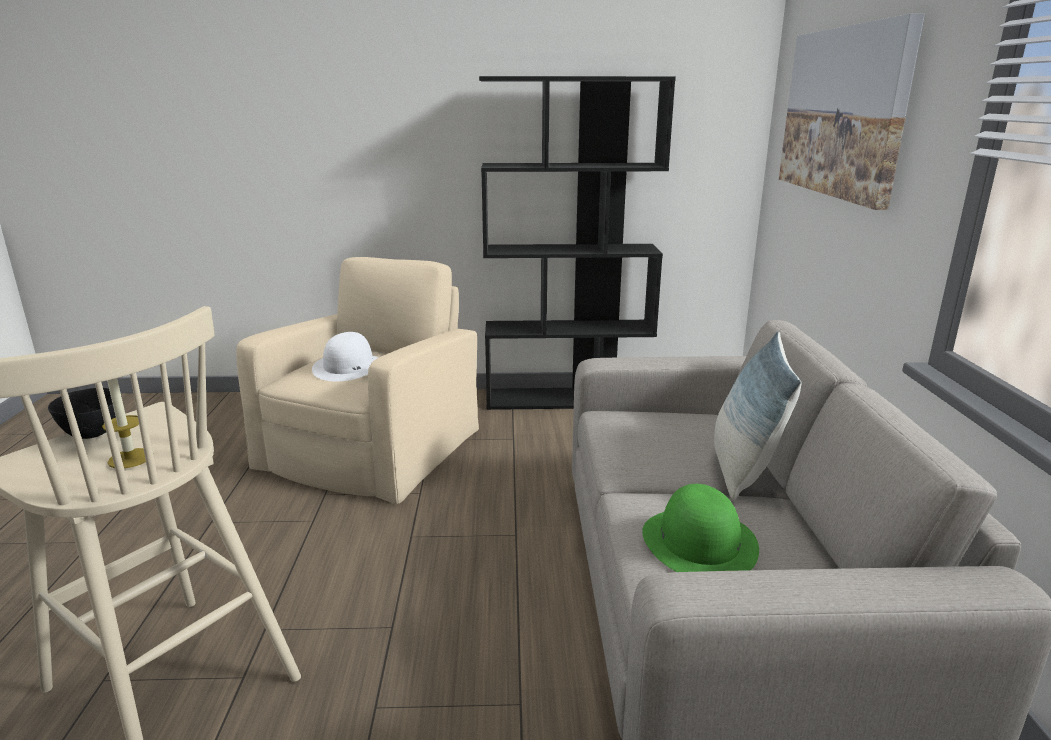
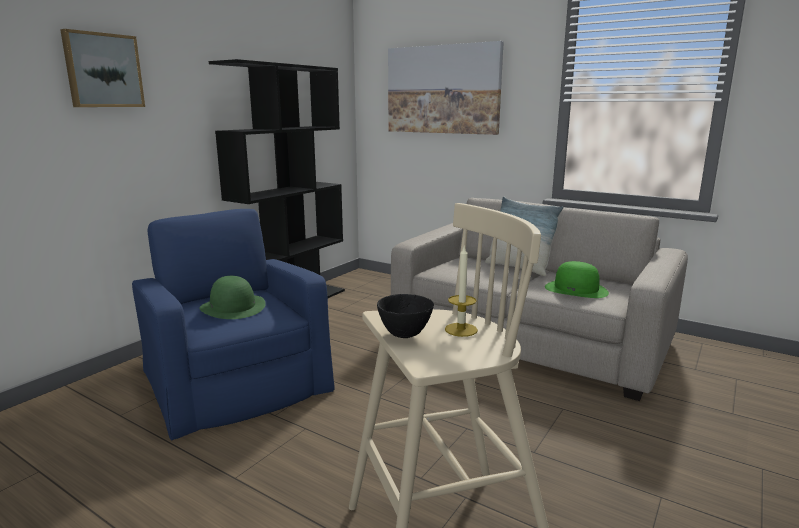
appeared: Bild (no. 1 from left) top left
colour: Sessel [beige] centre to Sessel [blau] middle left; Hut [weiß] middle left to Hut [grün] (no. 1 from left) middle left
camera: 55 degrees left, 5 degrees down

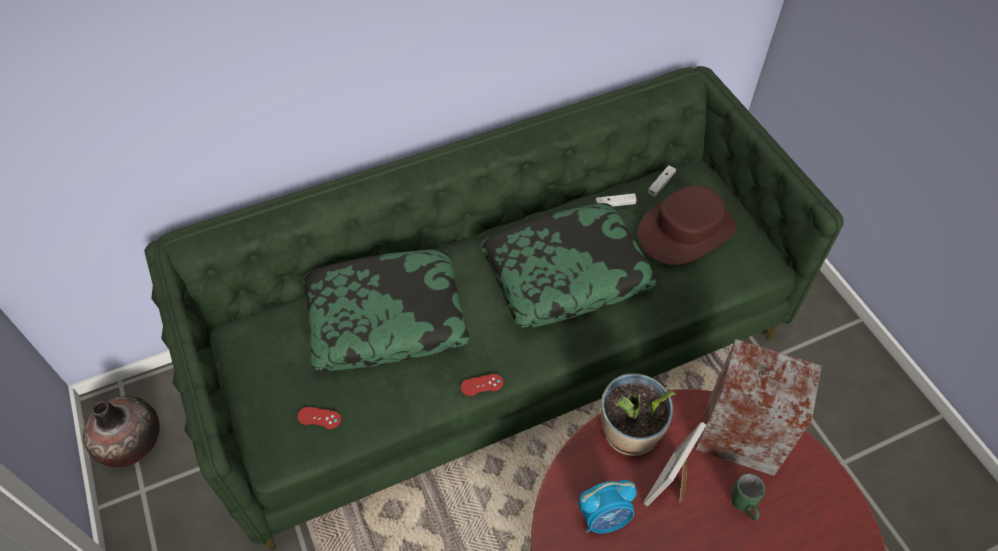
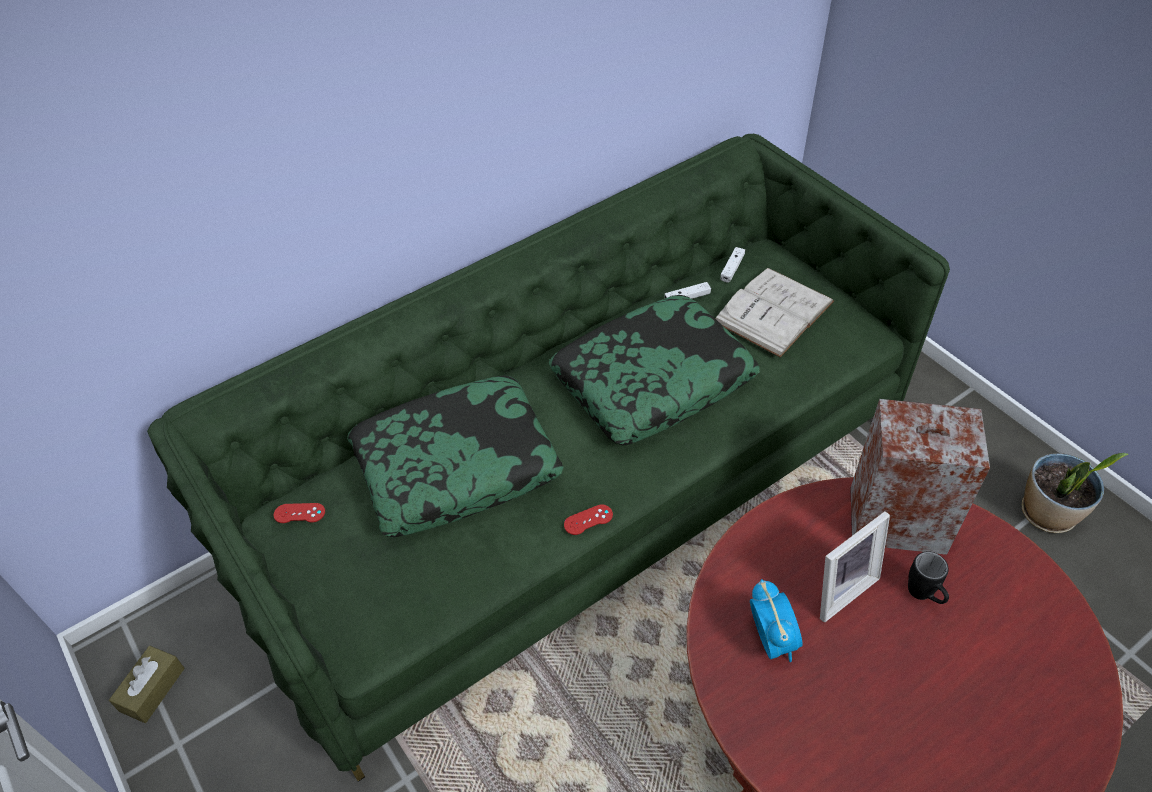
relocated: Gamepad [rot] (no. 1 from left) bottom left to middle left; Topfpflanze bottom centre to middle right
exchanged: Vase bottom left to Taschentuchbox [braun] bottom left; Hut [braun] middle right to Buch [weiß] middle right
colour: Henkelbecher [grün] bottom right to Henkelbecher [schwarz] bottom right
spun: Wecker bottom centre = bottom right 75 degrees counterclockwise; Bilderrahmen bottom right = bottom right 150 degrees counterclockwise
camera: 10 degrees left, 5 degrees down

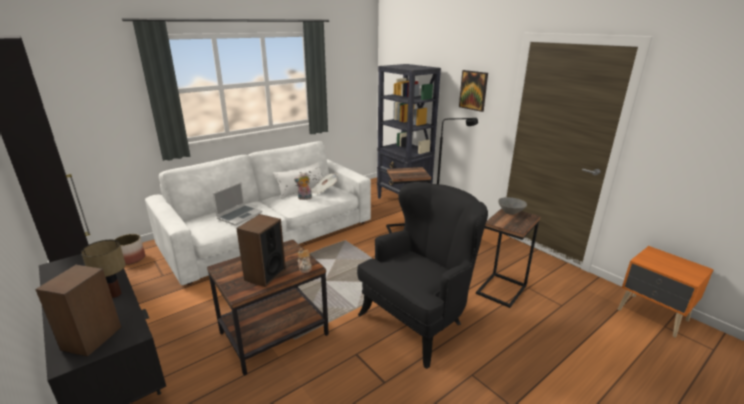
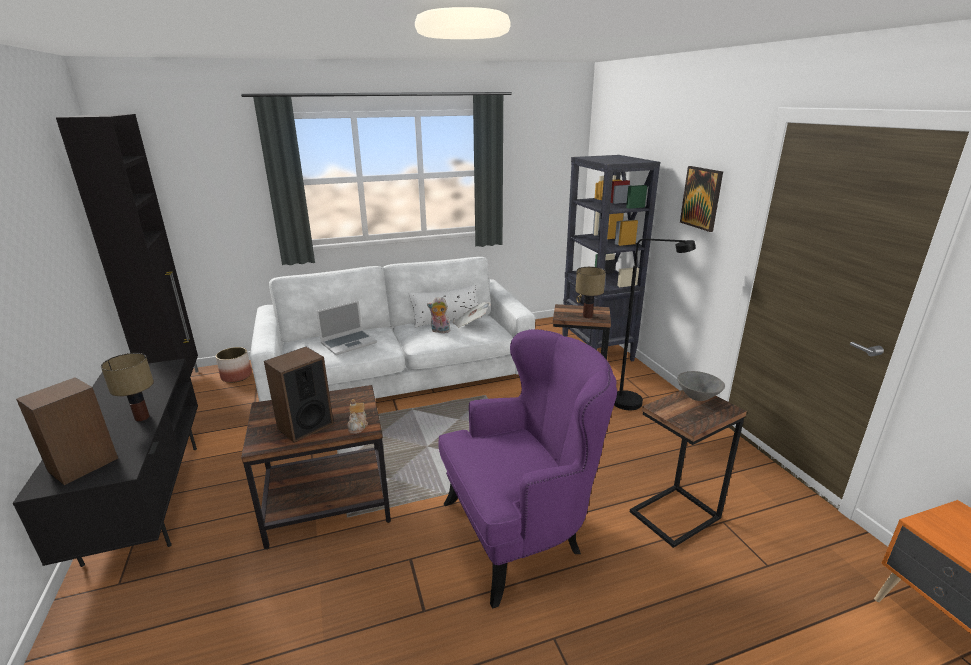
appeared: Tischlampe (no. 2 from left) centre
colour: Sessel [schwarz] bottom centre to Sessel [lila] bottom centre
camera: 20 degrees right, 0 degrees up

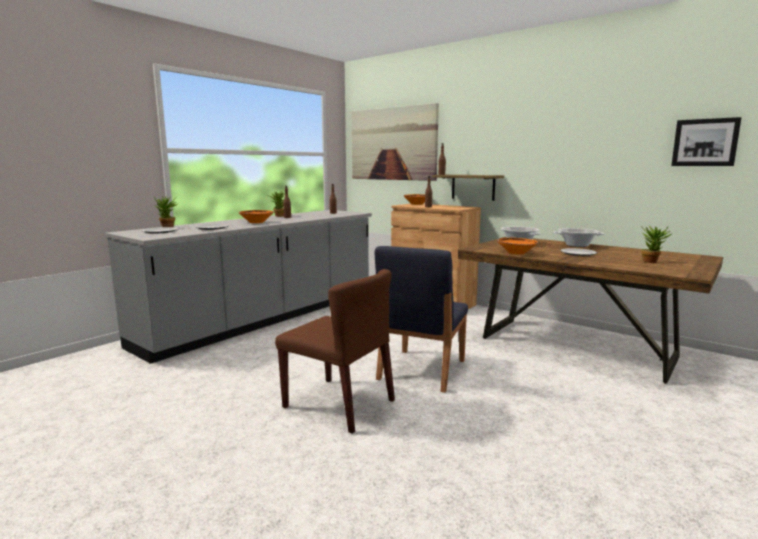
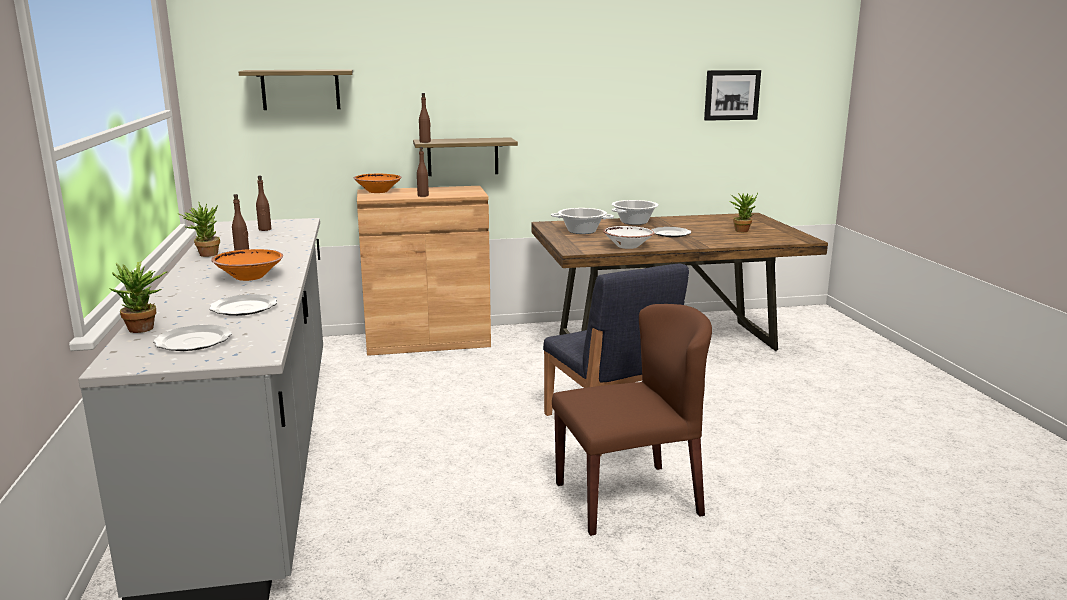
exchanged: Bild (no. 1 from left) top centre to Wandregal (no. 1 from left) top left
colour: Schüssel [orange] (no. 3 from left) middle right to Schüssel [weiß] centre
camera: 50 degrees left, 5 degrees up

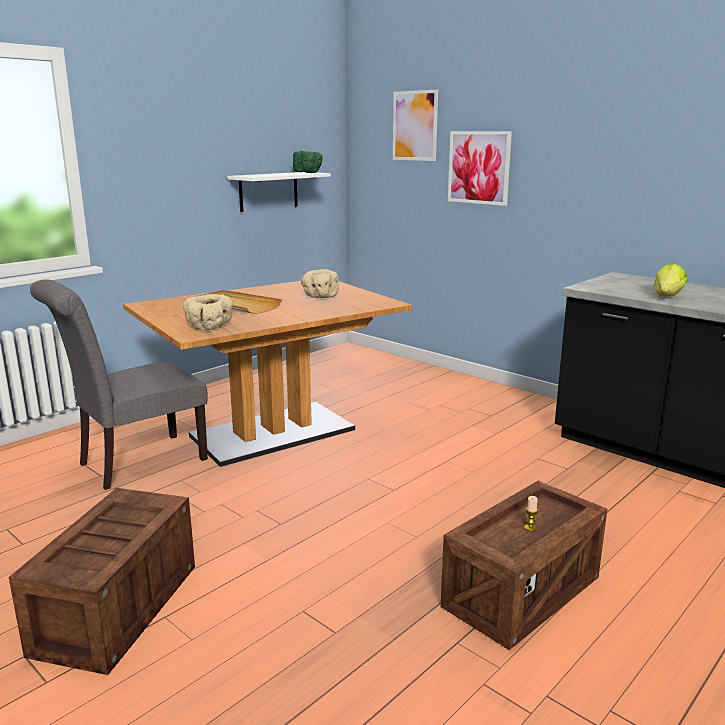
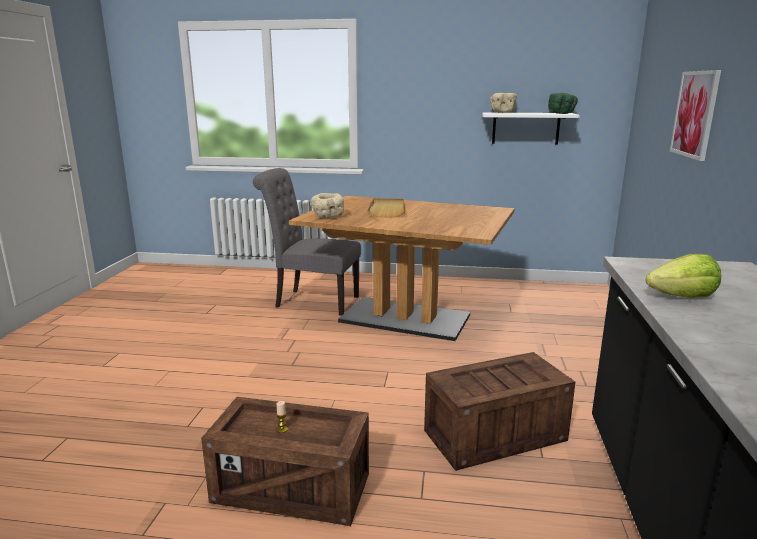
missing: Bild (no. 1 from left) top centre
relocated: Kiste (no. 1 from left in the first image) bottom left to Kiste (no. 2 from left) bottom centre; Schüssel [beige] (no. 2 from left) centre to top centre
camera: 55 degrees right, 0 degrees up

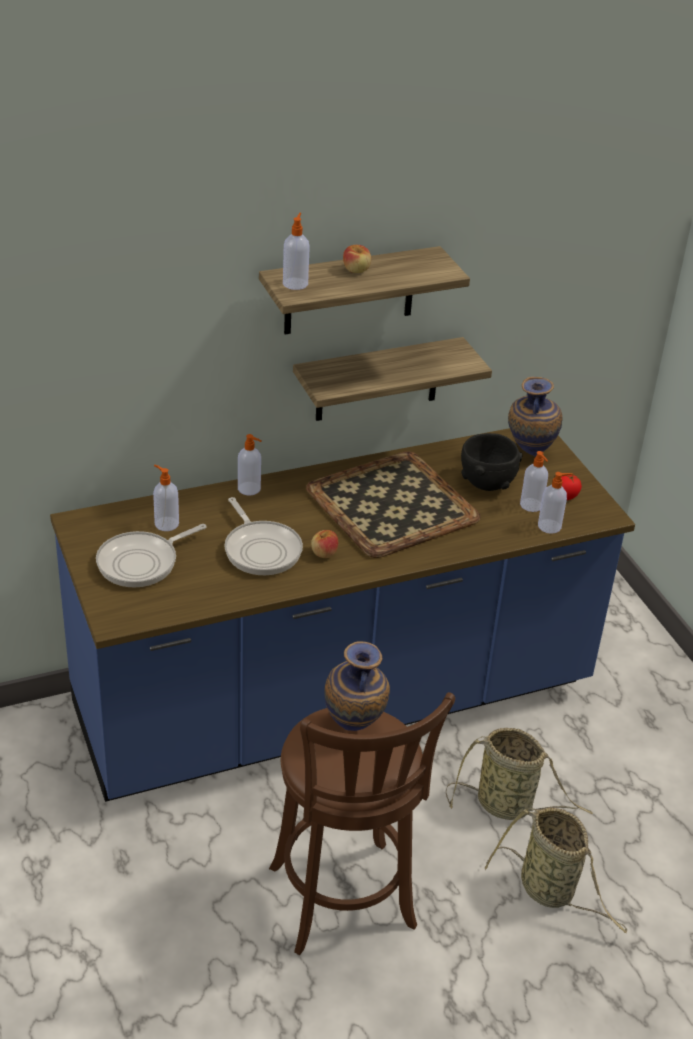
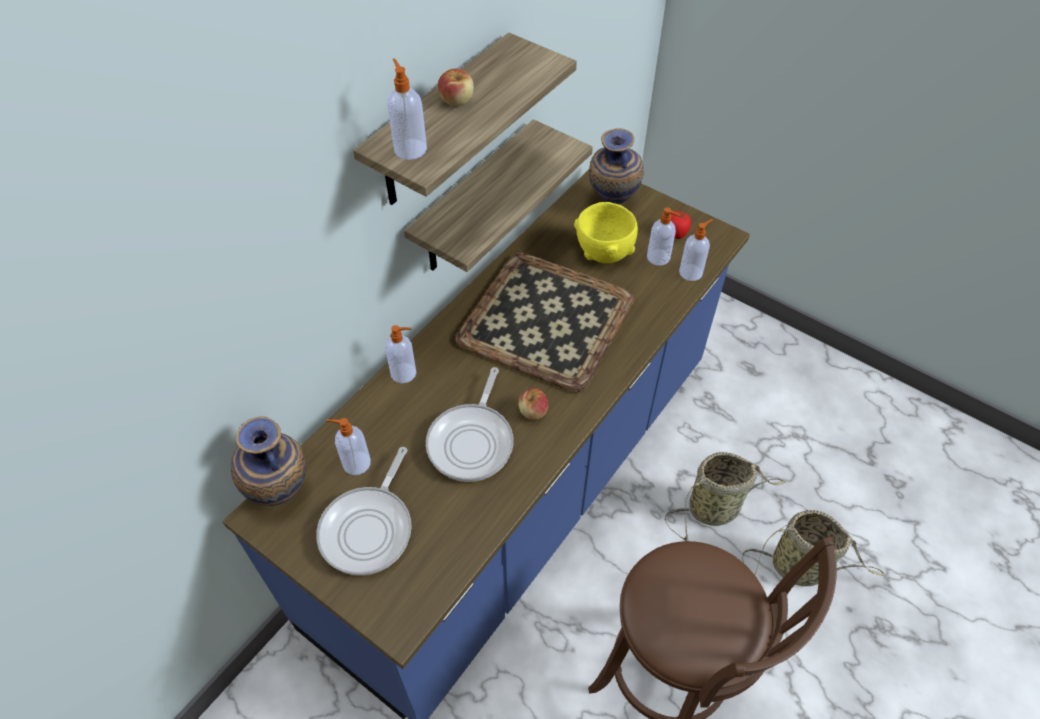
relocated: Vase (no. 1 from left) centre to middle left
colour: Schüssel [schwarz] middle right to Schüssel [gelb] top centre
spun: Pfanne (no. 2 from left) centre = centre 75 degrees clockwise
camera: 30 degrees left, 15 degrees up

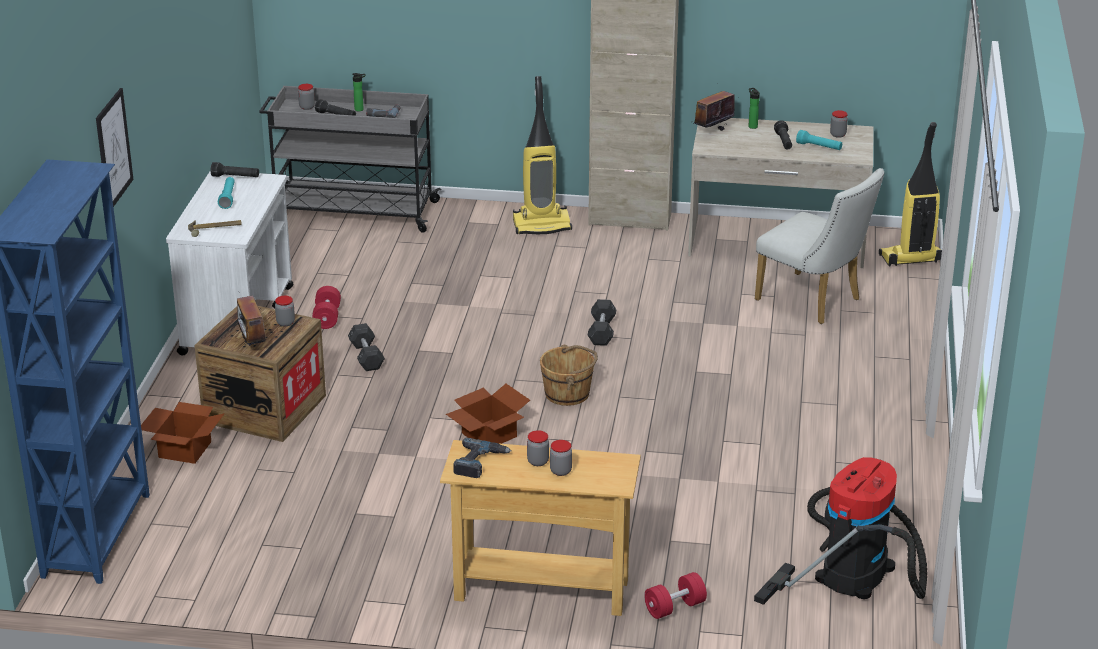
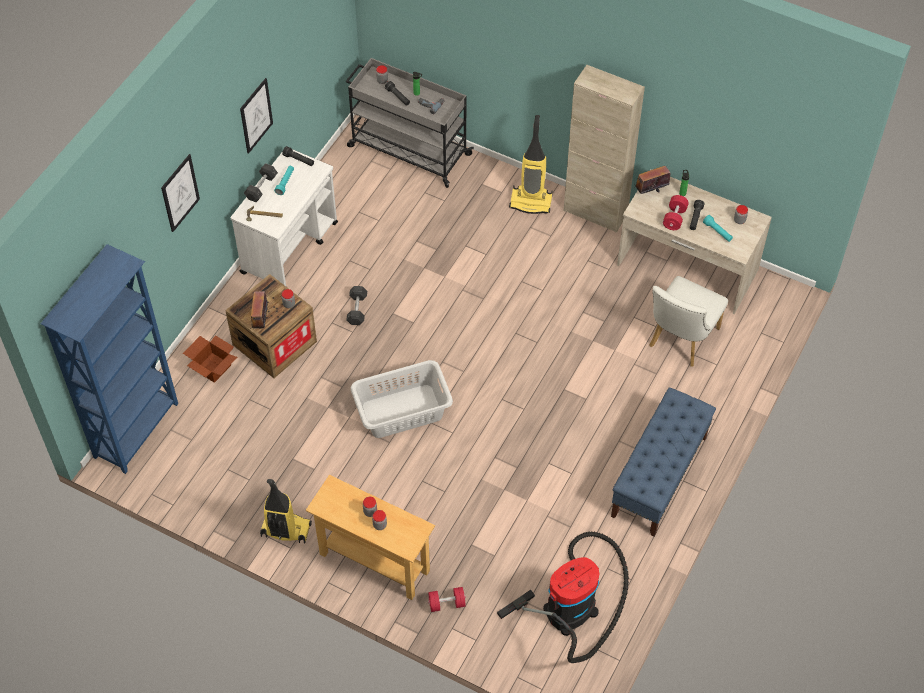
missing: Bohrmaschine (no. 2 from left) bottom centre; Eimer [braun] centre
appeared: Bild (no. 2 from left) top left; Bank [blau] bottom right
relocated: Hantel [rot] (no. 1 from left in the first image) middle left to Hantel [rot] (no. 2 from left) top right; Hantel [grau] (no. 2 from left in the first image) centre to Hantel [grau] (no. 1 from left) top left; Staubsauger (no. 3 from left in the first image) top right to Staubsauger (no. 1 from left) bottom left
exchanged: Karton (no. 2 from left) centre to Wäschekorb [grau] centre
spun: Stuhl [weiß] middle right = middle right 60 degrees clockwise
camera: 20 degrees right, 25 degrees up

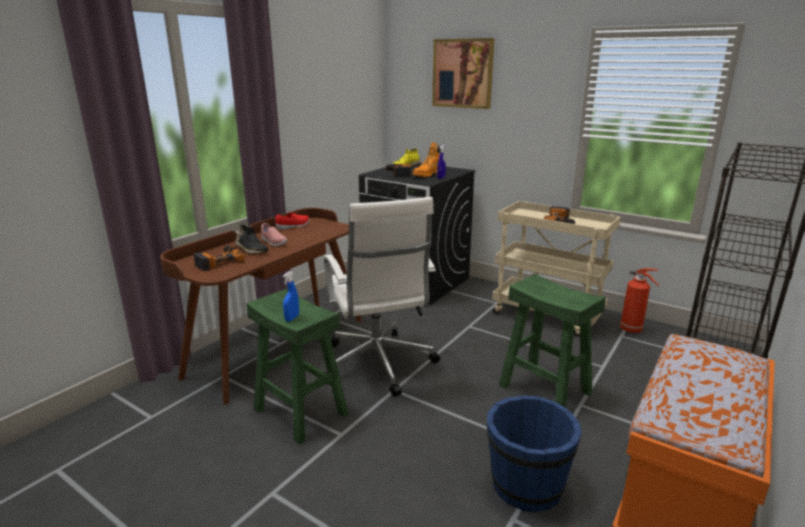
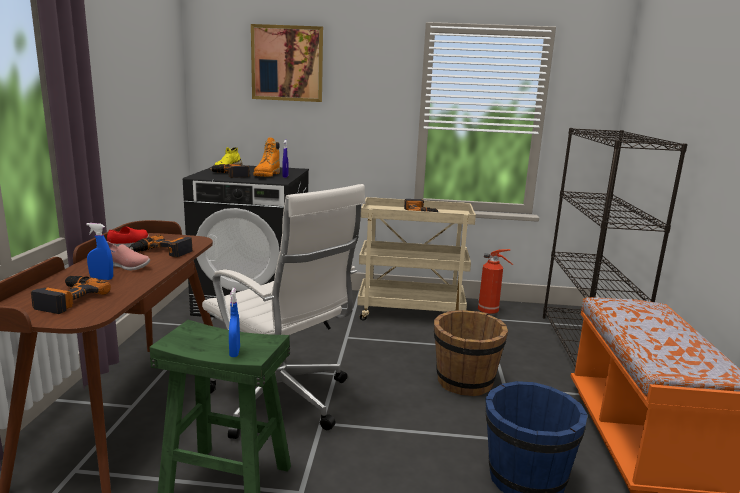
appeared: Bohrmaschine (no. 2 from left) middle left
exchanged: Schuh [schwarz] middle left to Sprühflasche [blau] (no. 1 from left) middle left; Hocker [grün] (no. 2 from left) middle right to Eimer [braun] bottom centre
camera: 30 degrees left, 5 degrees down

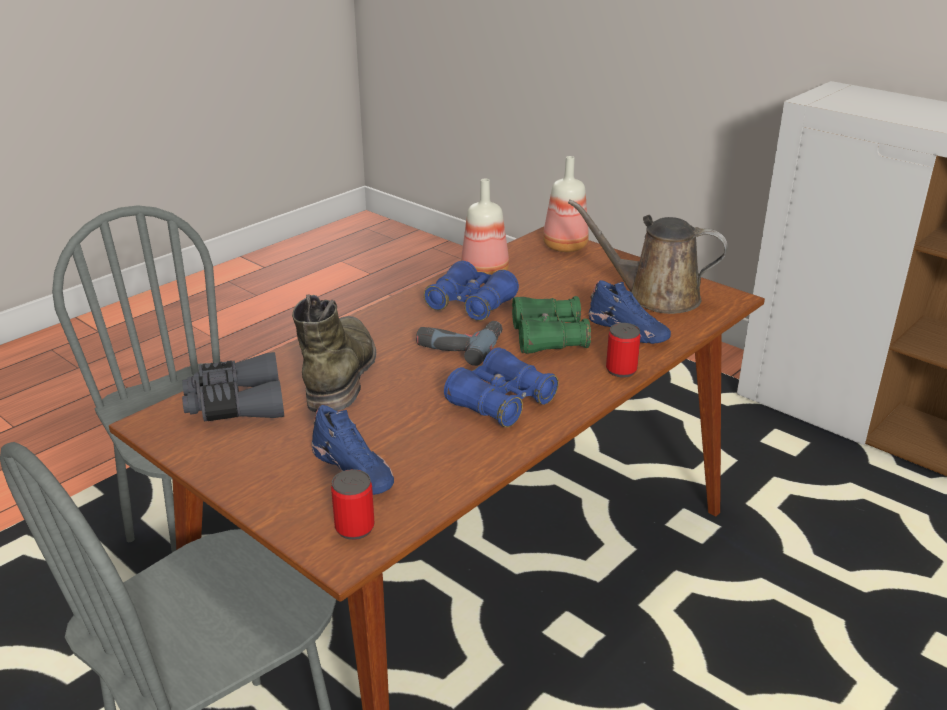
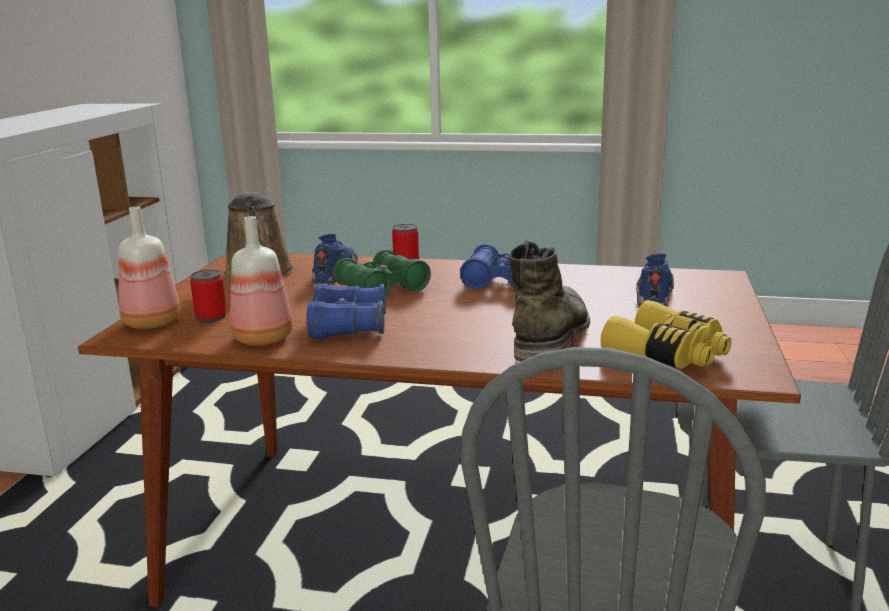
missing: Bohrmaschine centre
relocated: Dose (no. 1 from left) bottom centre to middle left
colour: Fernglas [grau] middle left to Fernglas [gelb] middle right
spun: Stiefel [grün] centre = centre 135 degrees clockwise
camera: 120 degrees left, 10 degrees down

